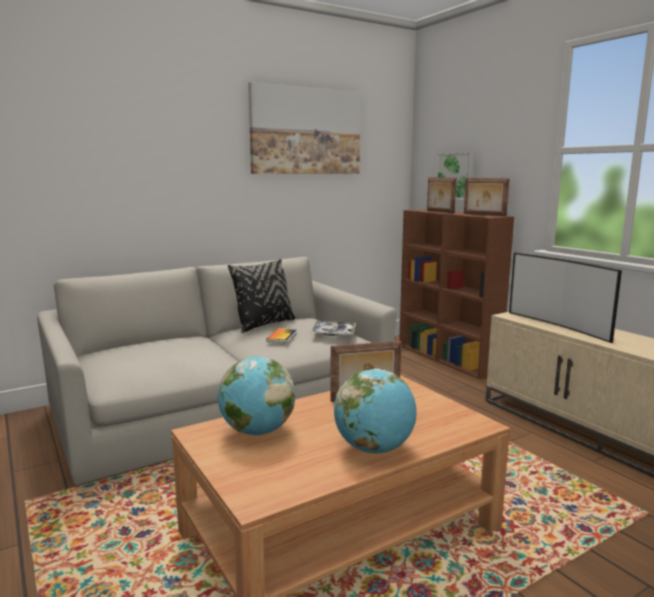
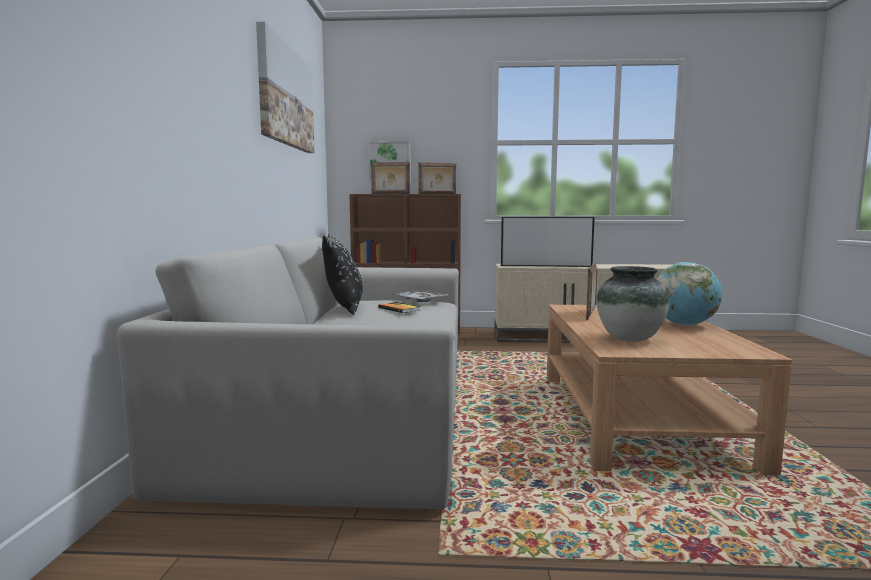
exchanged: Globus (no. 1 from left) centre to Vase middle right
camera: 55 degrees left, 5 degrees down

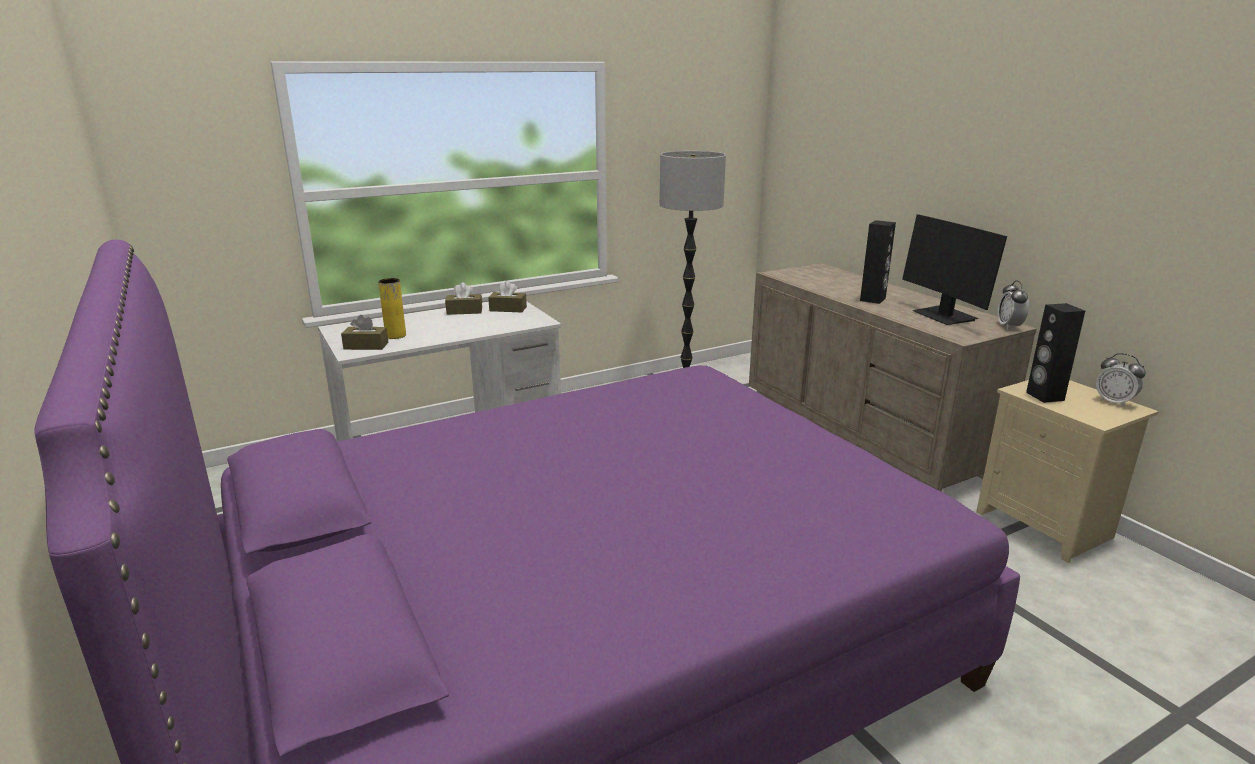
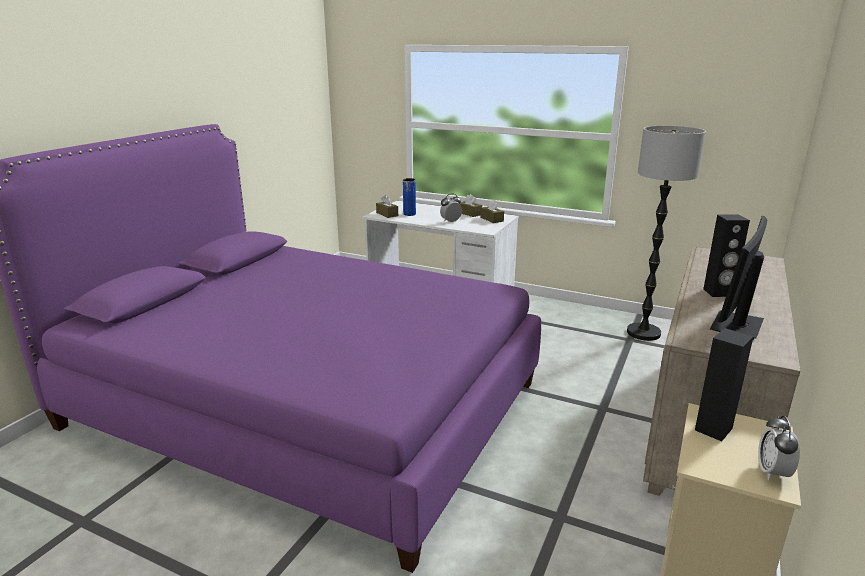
relocated: Wecker (no. 1 from left) middle right to centre
colour: Vase [gelb] middle left to Vase [blau] centre
camera: 55 degrees right, 0 degrees up

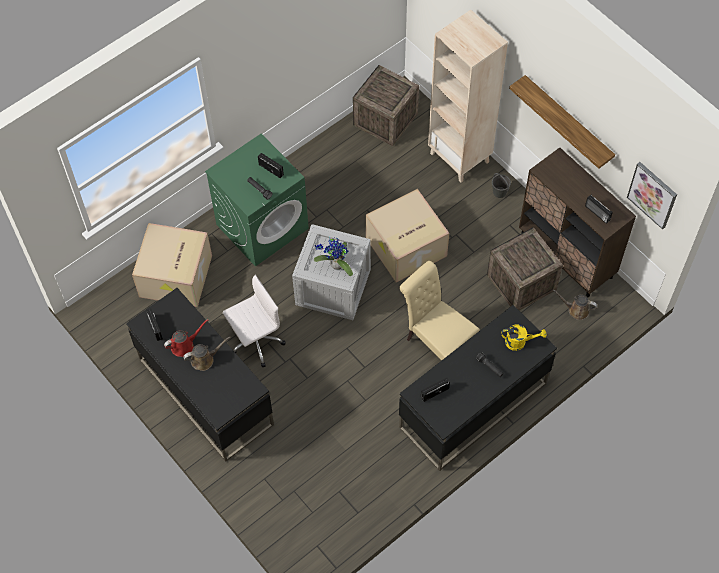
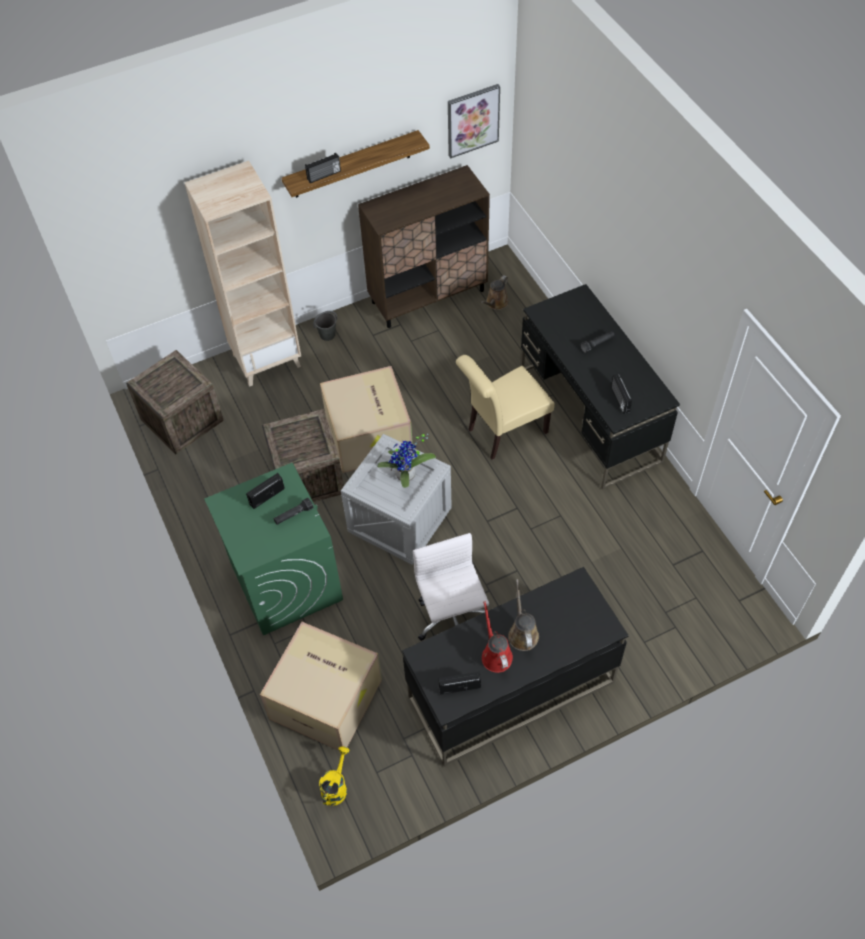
relocated: Kiste (no. 3 from left in the first image) middle right to Kiste (no. 2 from left) centre; Gießkanne [gelb] middle right to bottom centre; Radio (no. 4 from left in the first image) middle right to Radio (no. 2 from left) top centre
camera: 75 degrees left, 5 degrees down

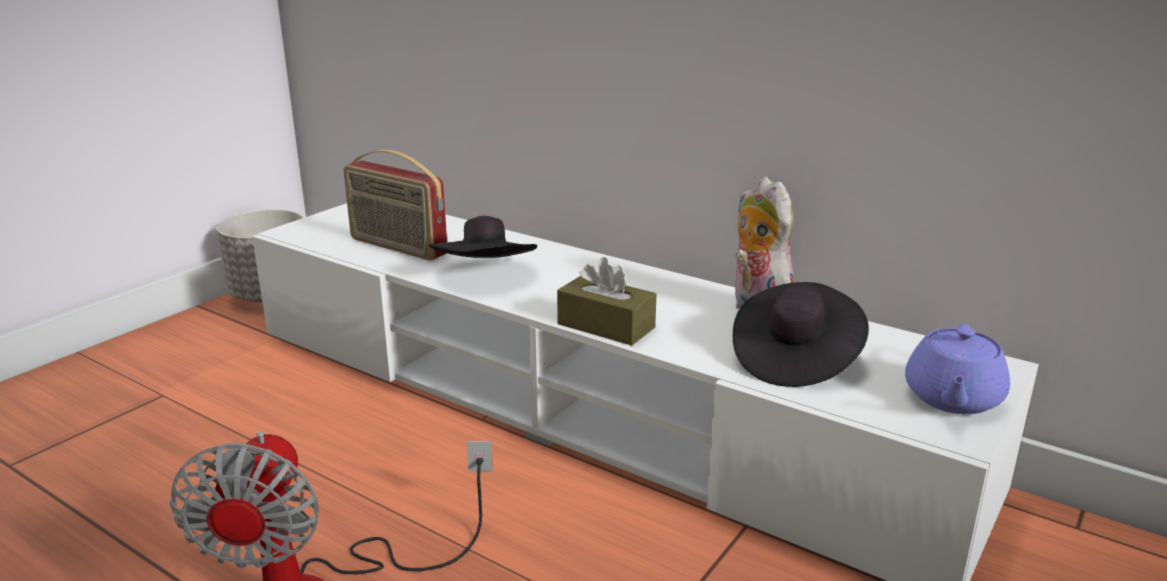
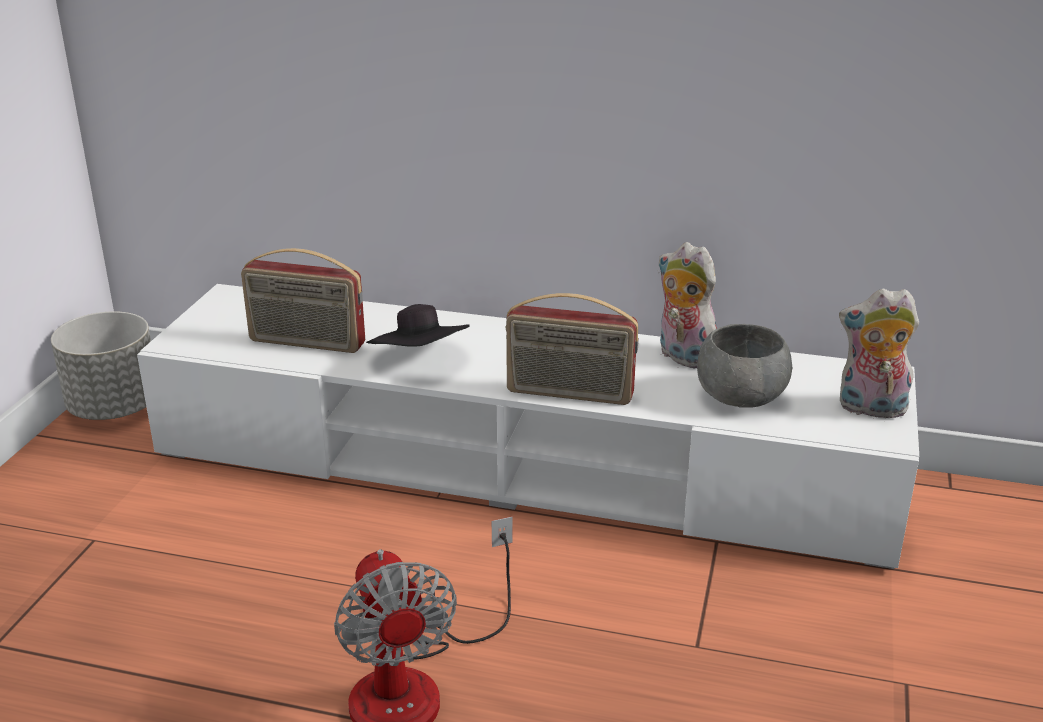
exchanged: Taschentuchbox [braun] centre to Radio (no. 2 from left) centre; Hut [schwarz] (no. 2 from left) middle right to Schüssel [grau] middle right; Teekanne [lila] middle right to Plüschtier (no. 2 from left) middle right
camera: 20 degrees left, 5 degrees up

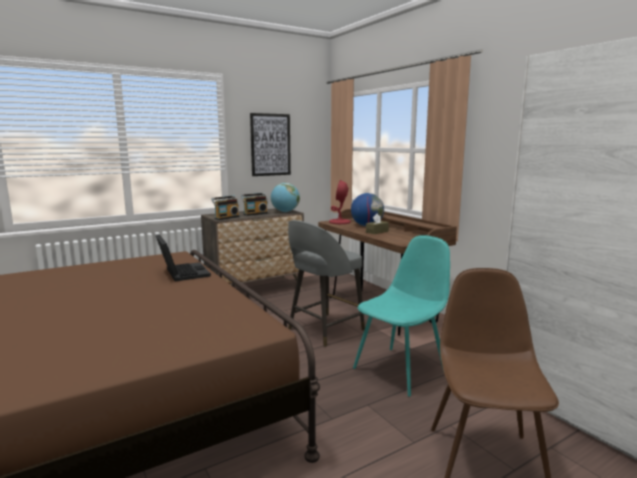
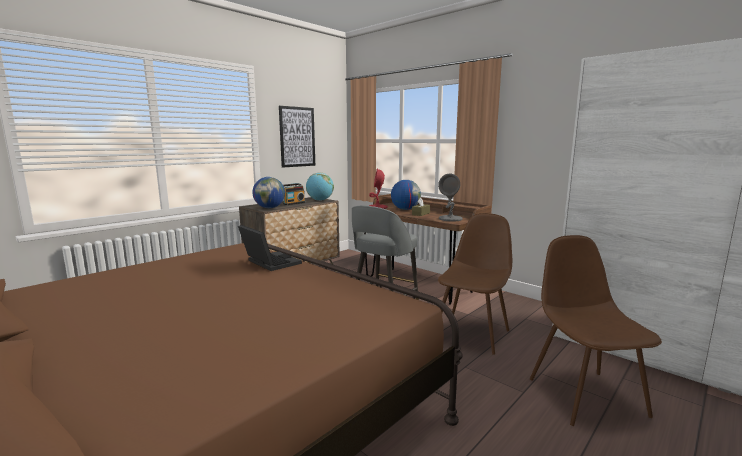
appeared: Tischlampe [grau] centre
exchanged: Radio (no. 1 from left) centre to Globus (no. 1 from left) centre
colour: Stuhl [türkis] centre to Stuhl [braun] (no. 1 from left) centre
camera: 15 degrees left, 0 degrees up

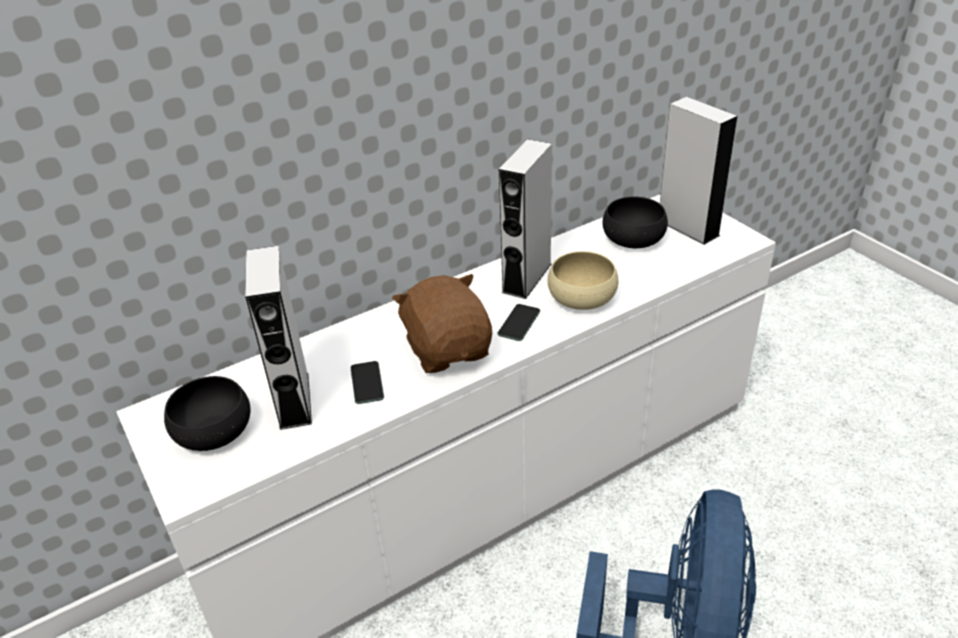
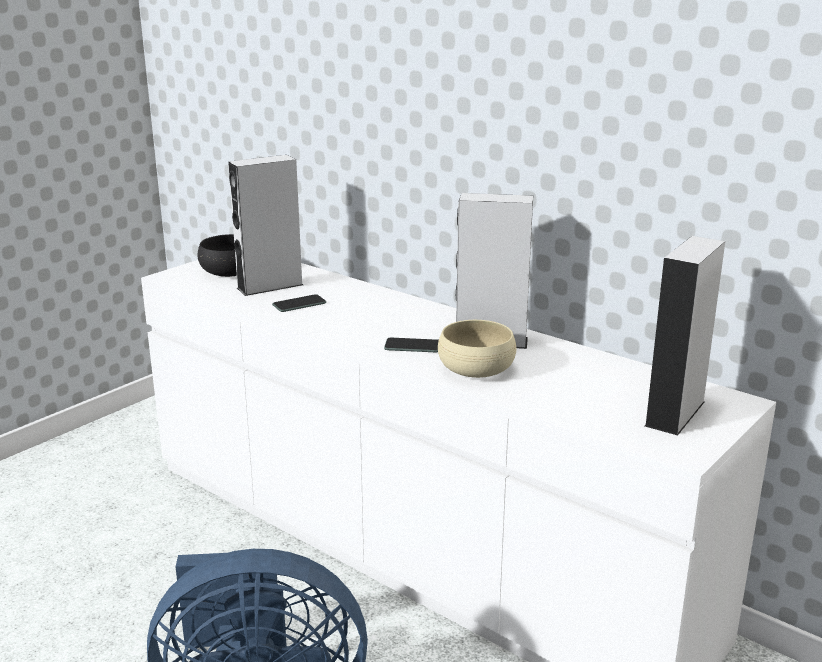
missing: Plüschtier [braun] centre; Schüssel [schwarz] (no. 2 from left) centre
camera: 70 degrees right, 15 degrees down

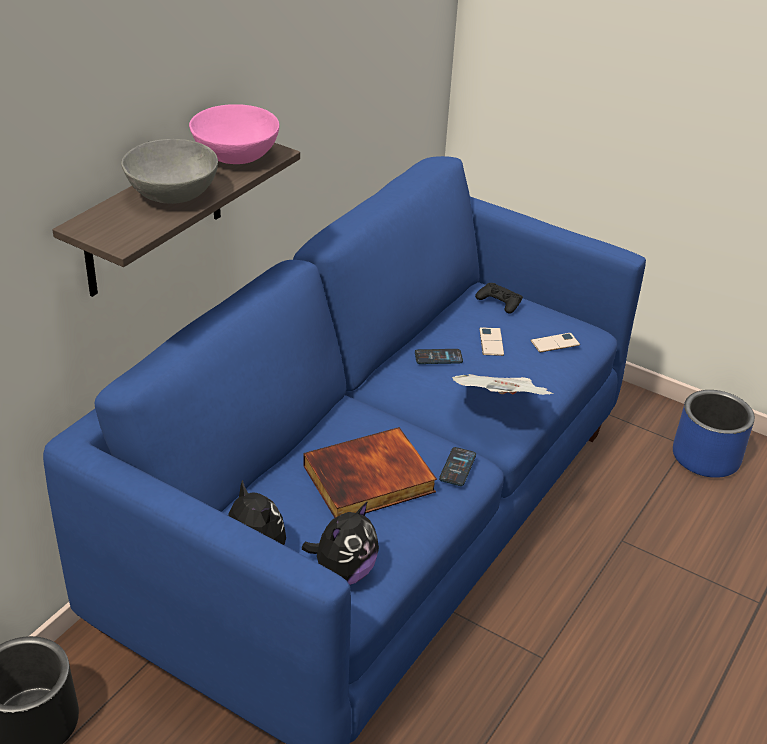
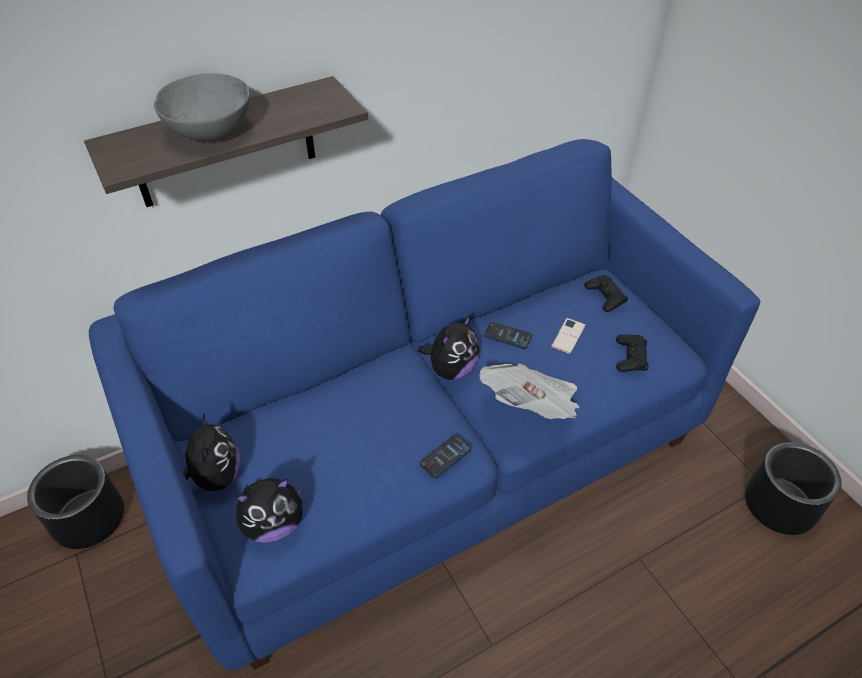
missing: Schüssel [rosa] top left; Buch centre
appeared: Plüschtier (no. 3 from left) centre
exchanged: Handy (no. 4 from left) middle right to Gamepad [schwarz] (no. 2 from left) middle right
colour: Pflanzkübel [blau] middle right to Pflanzkübel [schwarz] (no. 2 from left) bottom right
camera: 30 degrees right, 10 degrees up

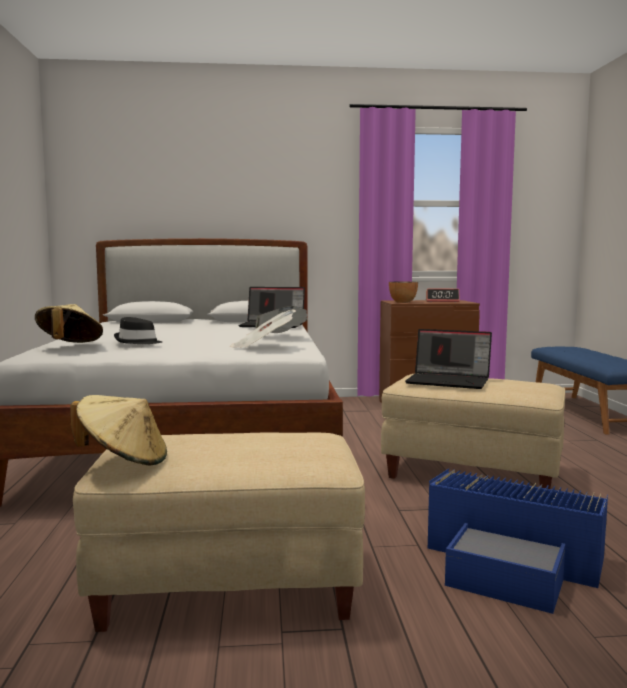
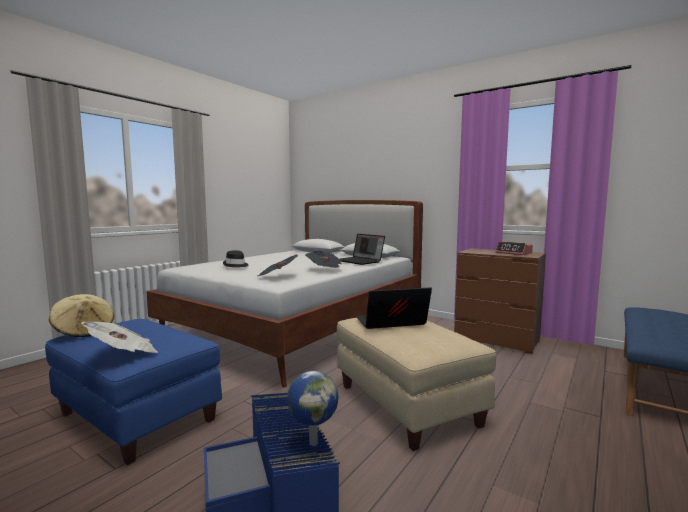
missing: Hut [beige] (no. 1 from left) middle left; Schüssel centre
appeared: Zeitung (no. 1 from left) middle left; Globus bottom centre
colour: Polsterhocker [beige] (no. 1 from left) bottom centre to Polsterhocker [blau] bottom left
spun: Laptop (no. 2 from left) middle right = centre 105 degrees clockwise
camera: 40 degrees right, 0 degrees up

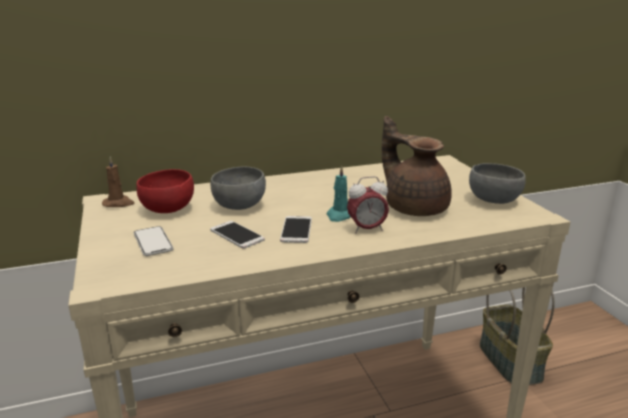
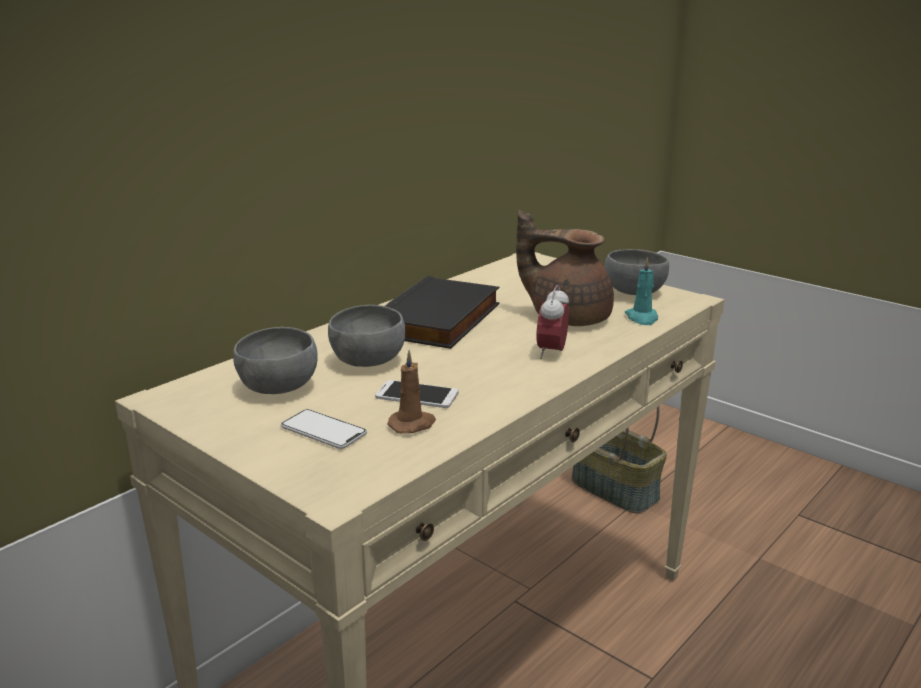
missing: Handy (no. 3 from left) centre
appeared: Buch [schwarz] centre
relocated: Kerze [braun] middle left to centre; Kerze [türkis] centre to middle right
colour: Schüssel [rot] middle left to Schüssel [grau] (no. 1 from left) middle left
spun: Wecker centre = centre 150 degrees clockwise
camera: 30 degrees left, 0 degrees up

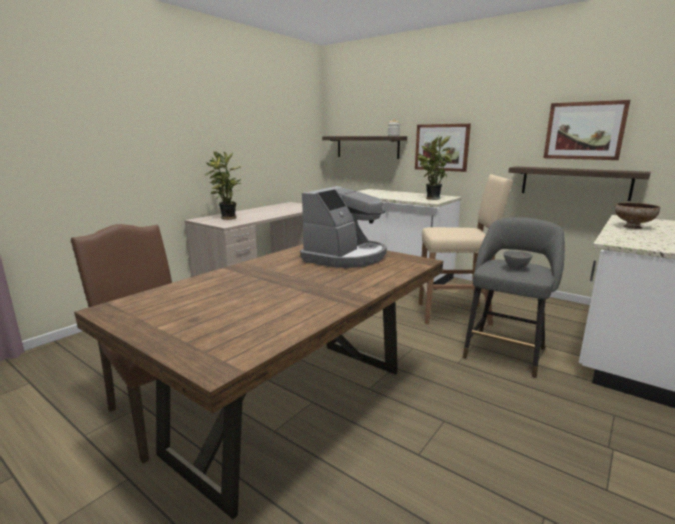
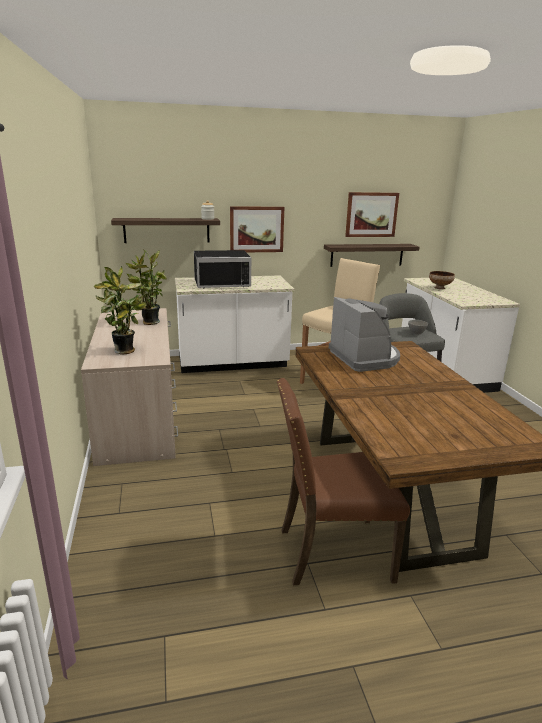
appeared: Mikrowelle [schwarz] centre
relocated: Topfpflanze (no. 2 from left) top centre to middle left
camera: 50 degrees left, 5 degrees up

